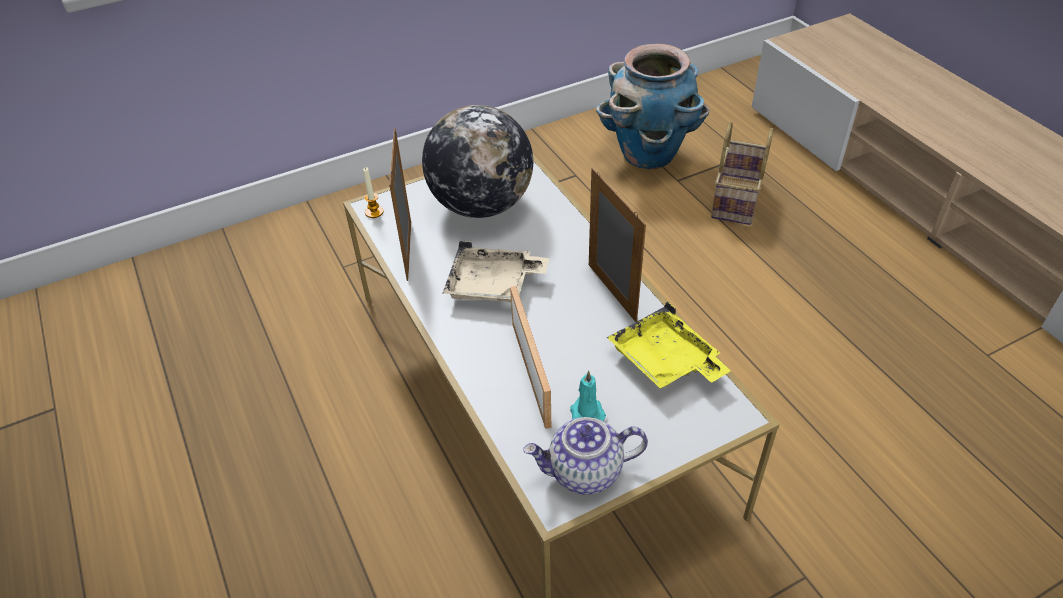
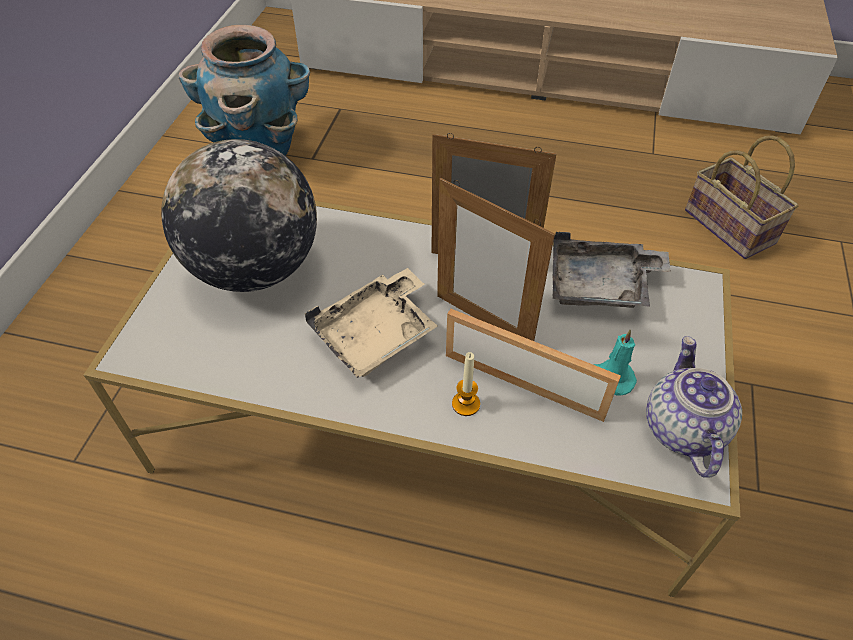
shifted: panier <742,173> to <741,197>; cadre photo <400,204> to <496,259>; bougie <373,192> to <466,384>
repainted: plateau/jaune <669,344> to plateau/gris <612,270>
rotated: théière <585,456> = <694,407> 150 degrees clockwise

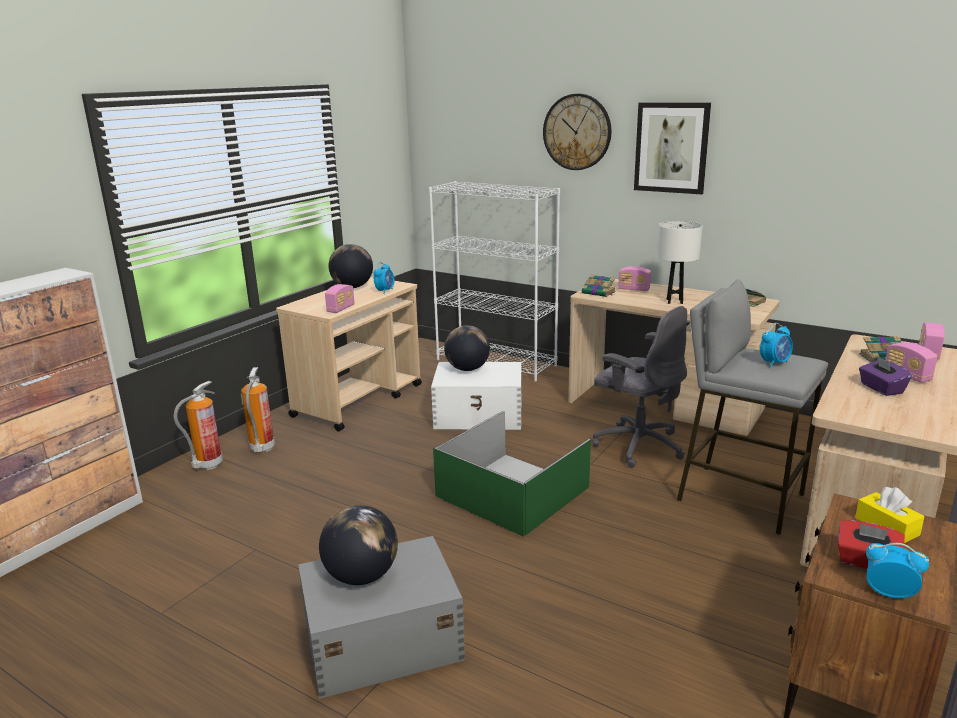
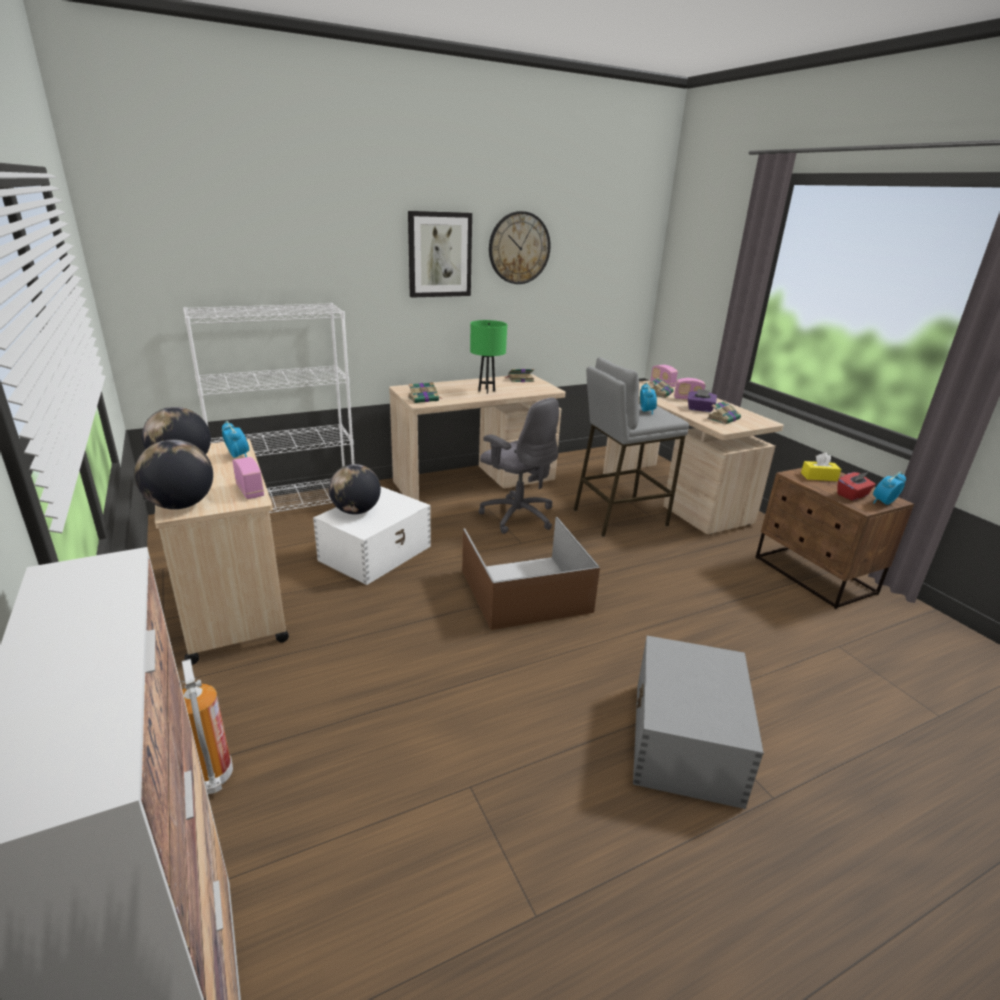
gone: radio <634,279>; extincteur <258,409>
new: livre <724,412>
shifted: horloge murale <577,132> to <520,247>; globe <358,545> to <173,474>
repainted: lampe de table/blanc <680,262> to lampe de table/vert <488,357>; boîte de rangement/vert <512,473> to boîte de rangement/marron <531,573>
rotated: chaise de bureau/gris <640,387> = <519,466> 60 degrees clockwise

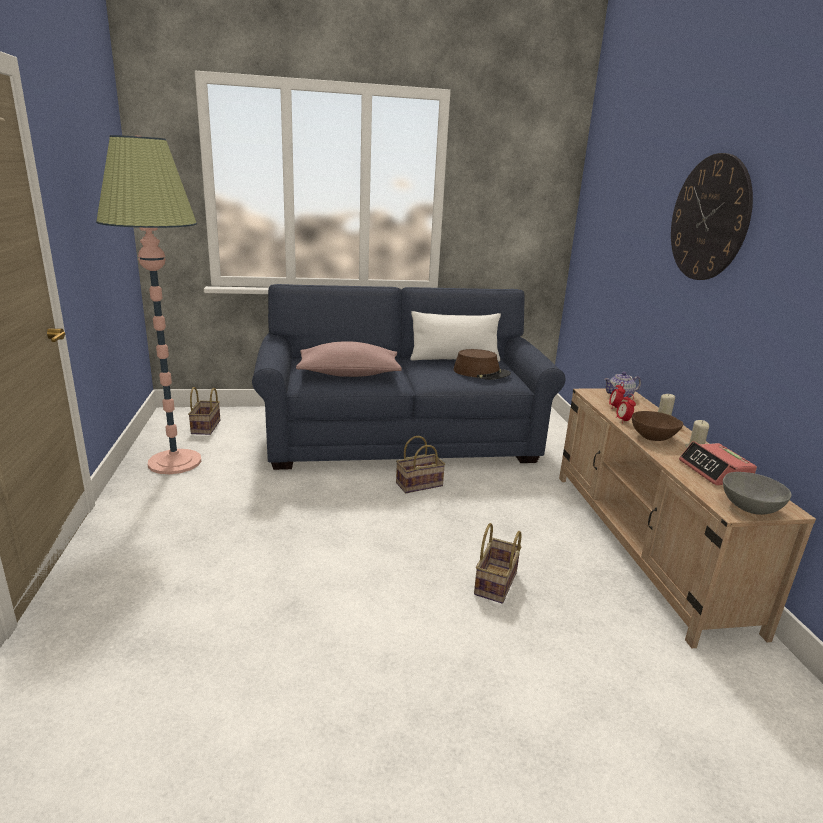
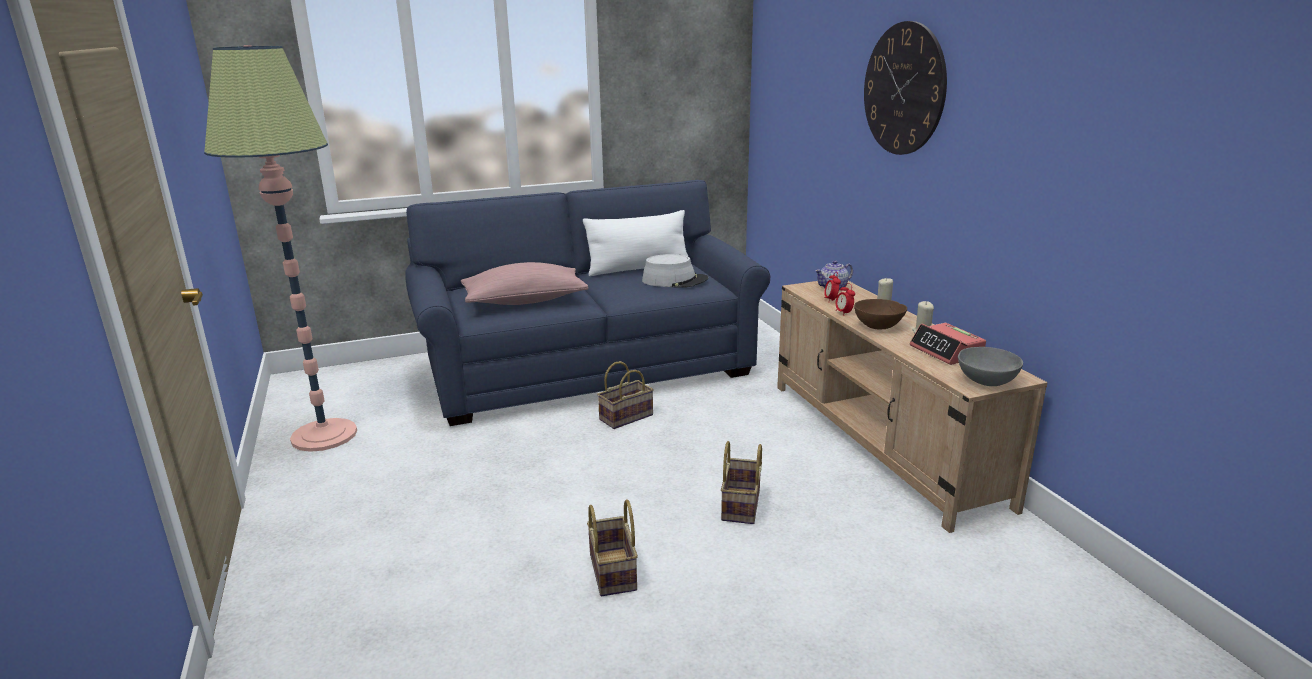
shifted: panier <204,411> to <612,548>
repainted: chapeau/marron <482,364> to chapeau/gris <675,271>

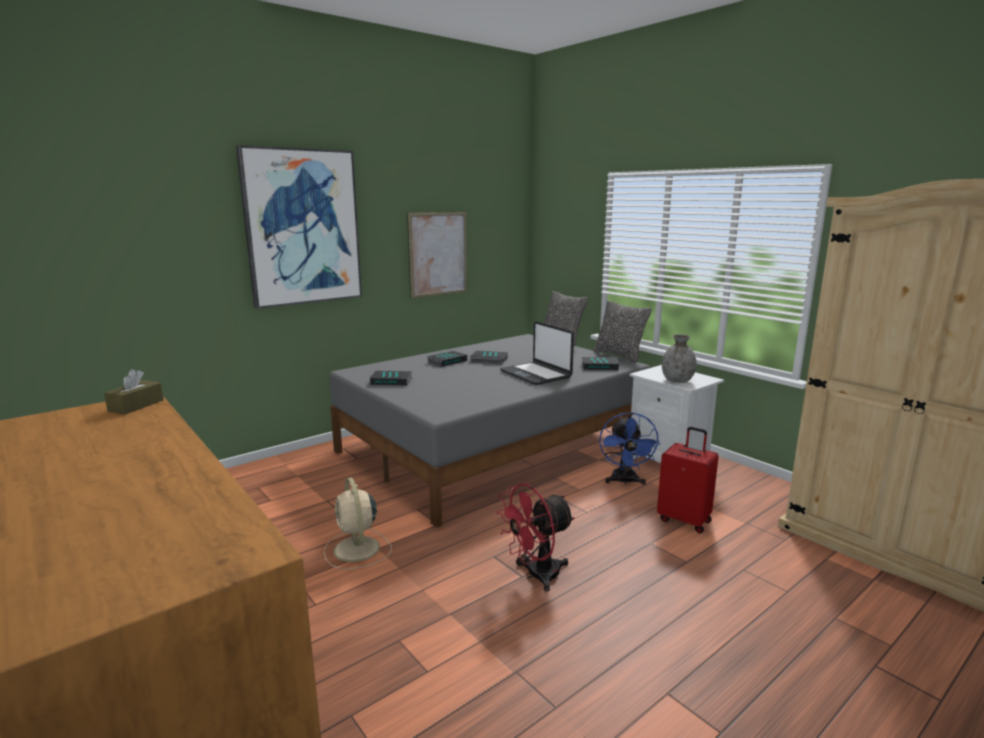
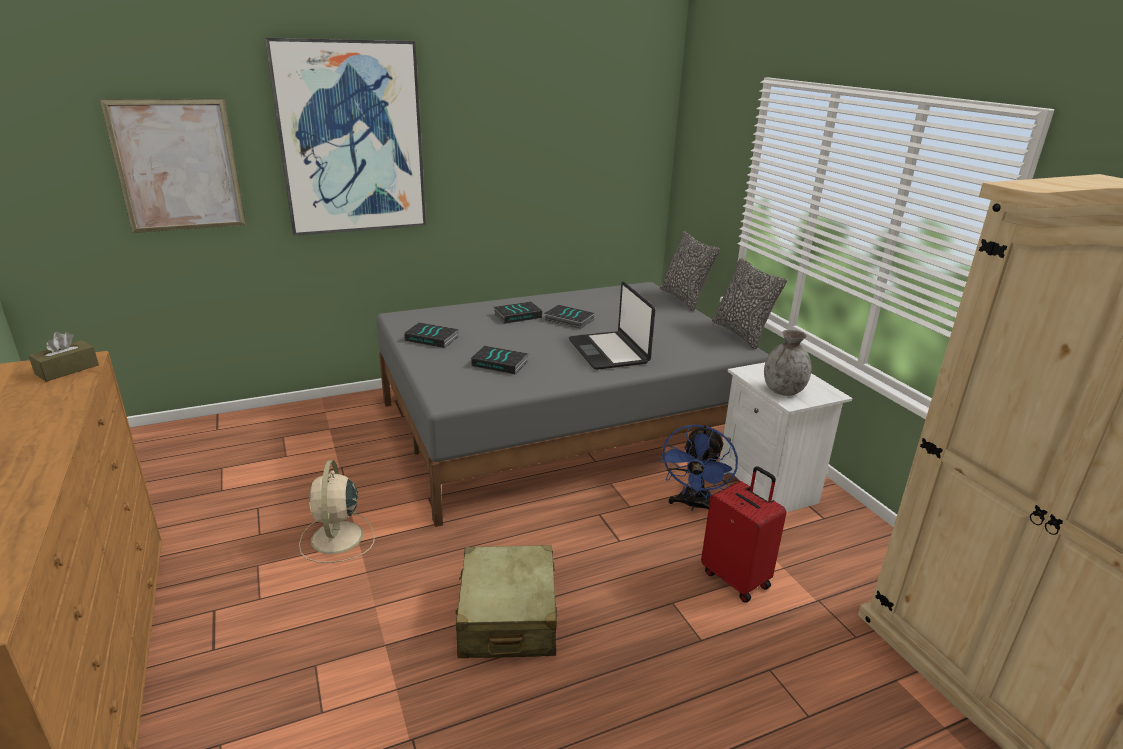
shifted: tableau <437,255> to <173,166>; livre <600,363> to <500,360>
swapped: ventilateur/rouge <535,537> to valise/beige <506,601>

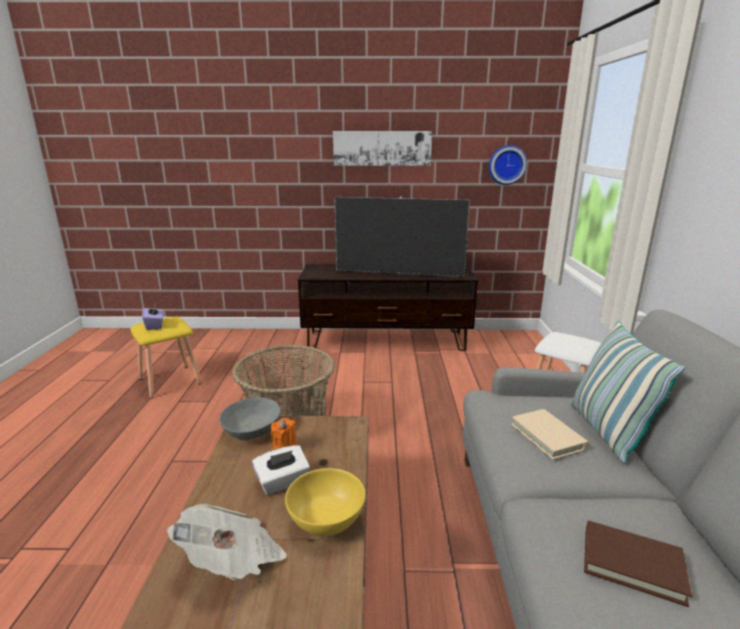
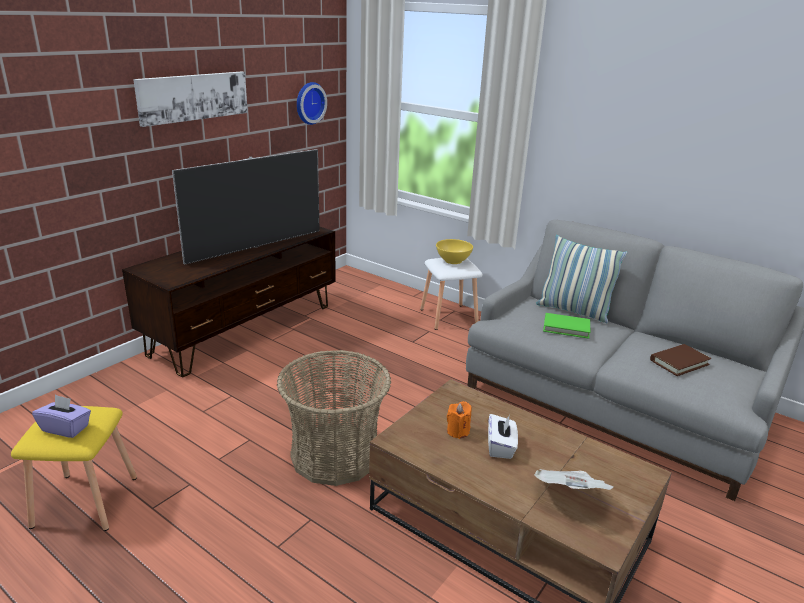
gone: bol/gris <249,418>
shifted: bol/jaune <325,502> to <454,251>
repainted: livre/beige <550,434> to livre/vert <566,326>

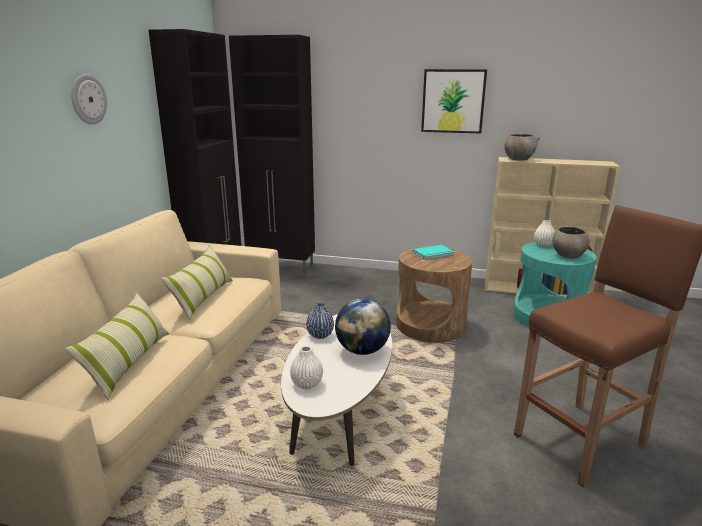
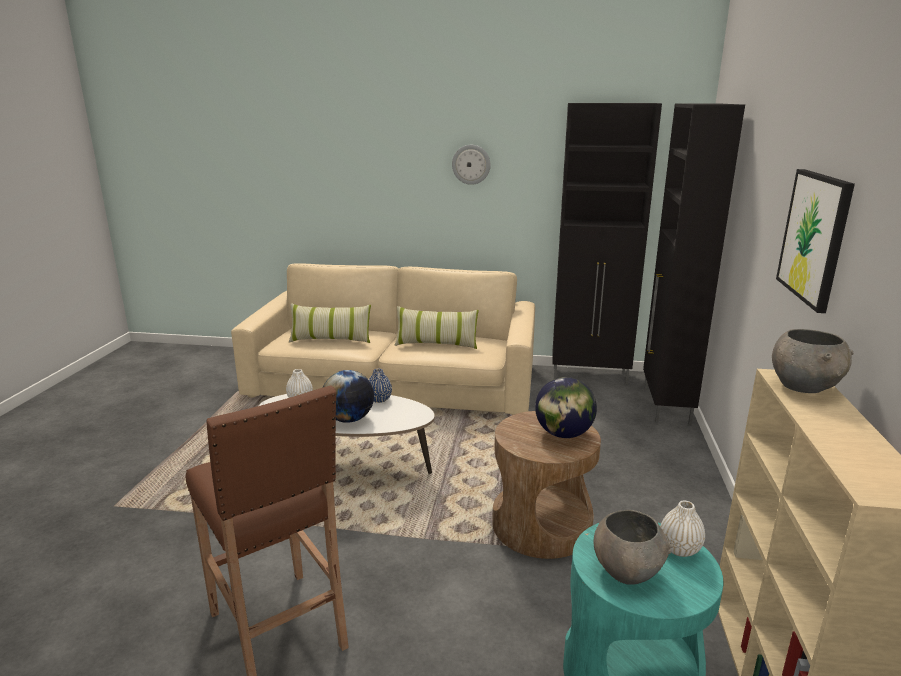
swapped: livre/turquoise <434,252> to globe <566,407>

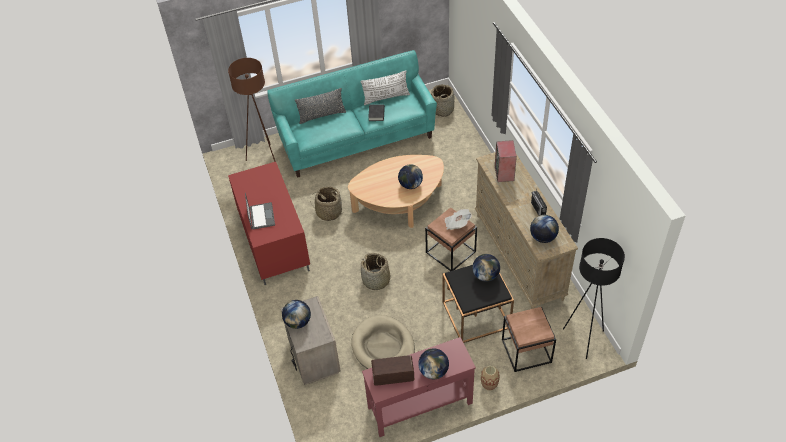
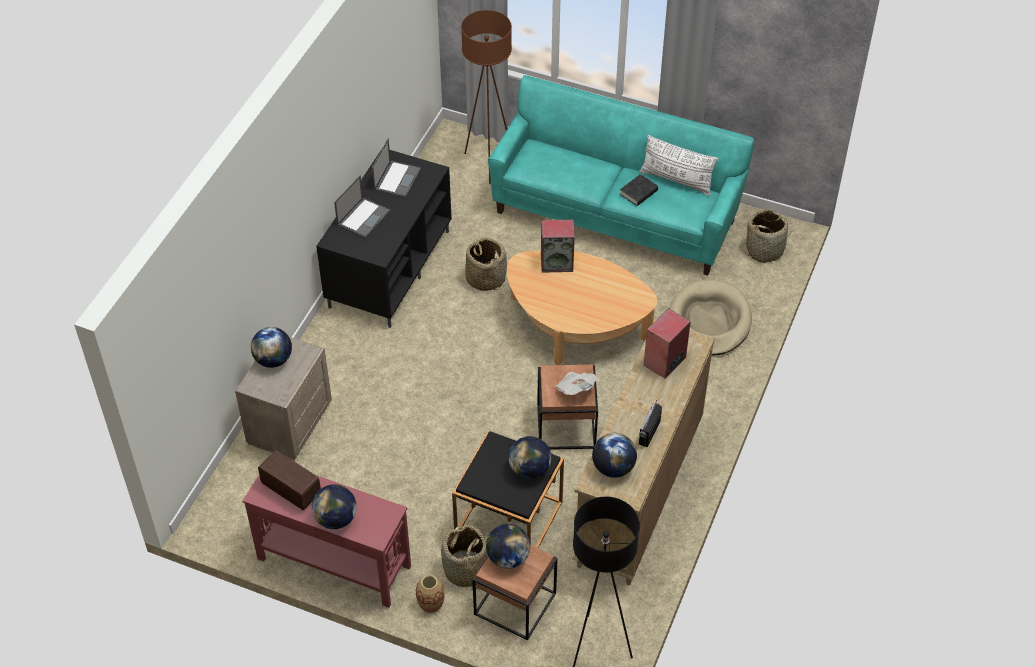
gone: coussin/gris <320,106>
new: ordinateur portable <396,168>; enceinte <558,246>
shifted: globe <410,176> to <508,546>; panier <375,271> to <464,558>; panier pour chien/beige <383,342> to <710,318>
repainted: meuble télé/rouge <269,223> to meuble télé/noir <384,238>

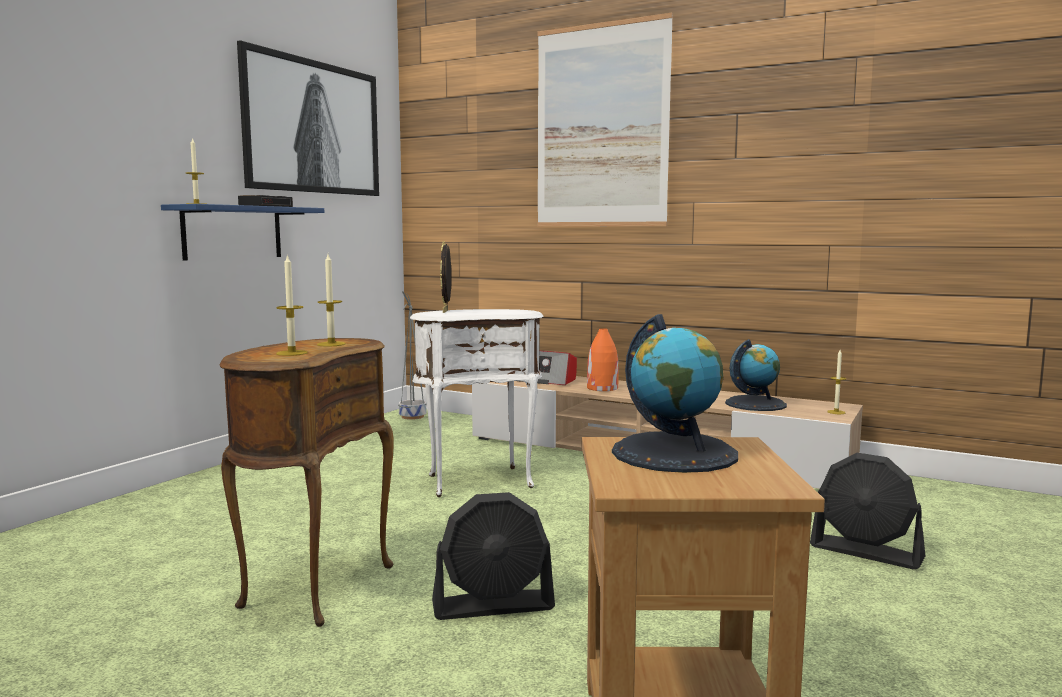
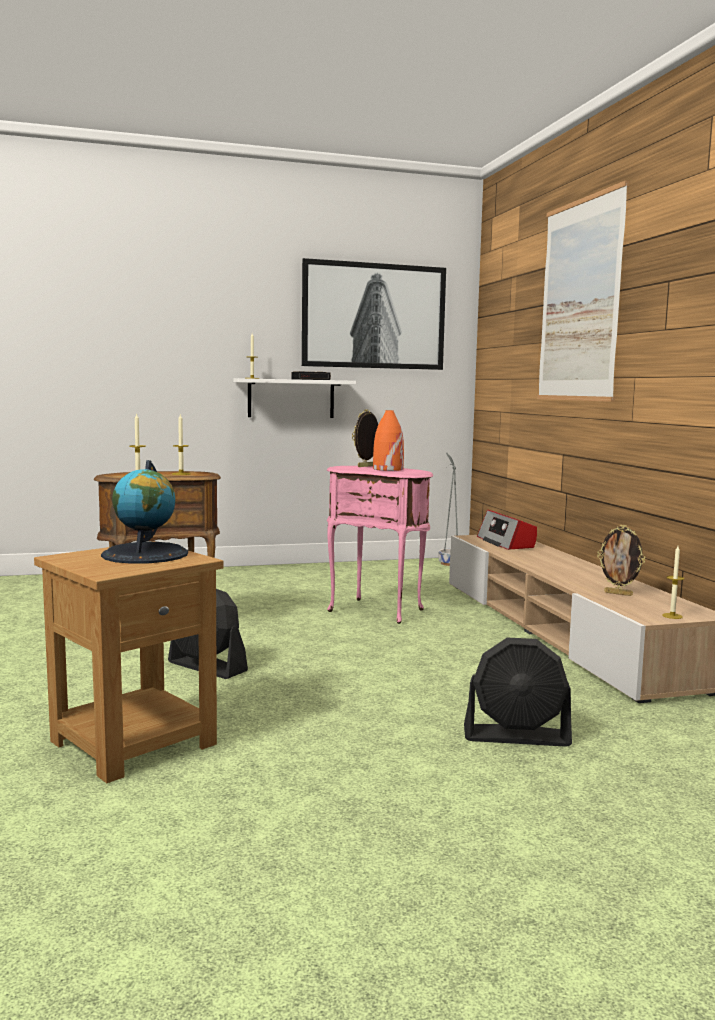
shifted: vase/orange <603,359> to <388,440>
swapped: globe <756,375> to cadre photo <621,560>
repainted: étagère/bleu <242,232> to étagère/blanc <294,398>; table d'appoint/blanc <477,403> to table d'appoint/rose <380,545>
rotated: ventilateur/noir <867,511> = <518,692> 75 degrees counterclockwise

